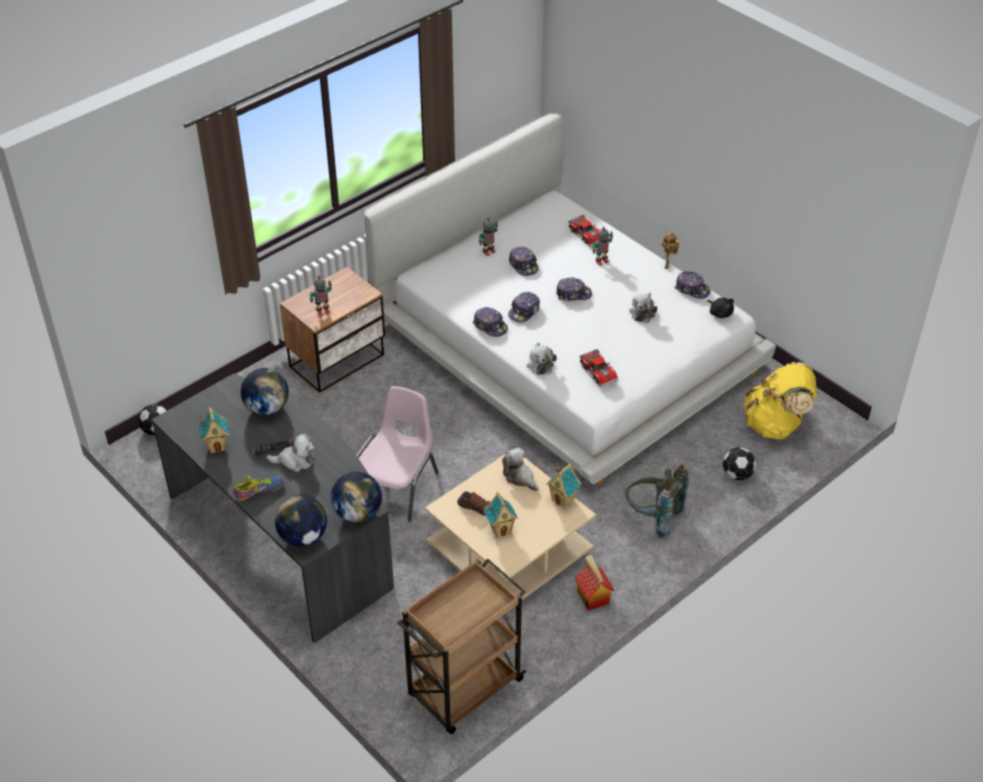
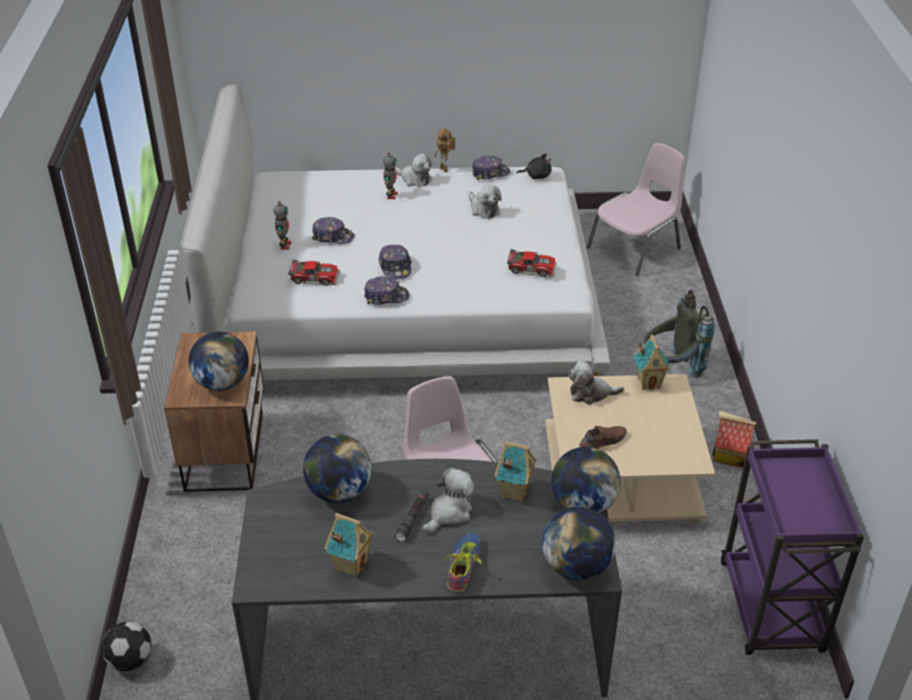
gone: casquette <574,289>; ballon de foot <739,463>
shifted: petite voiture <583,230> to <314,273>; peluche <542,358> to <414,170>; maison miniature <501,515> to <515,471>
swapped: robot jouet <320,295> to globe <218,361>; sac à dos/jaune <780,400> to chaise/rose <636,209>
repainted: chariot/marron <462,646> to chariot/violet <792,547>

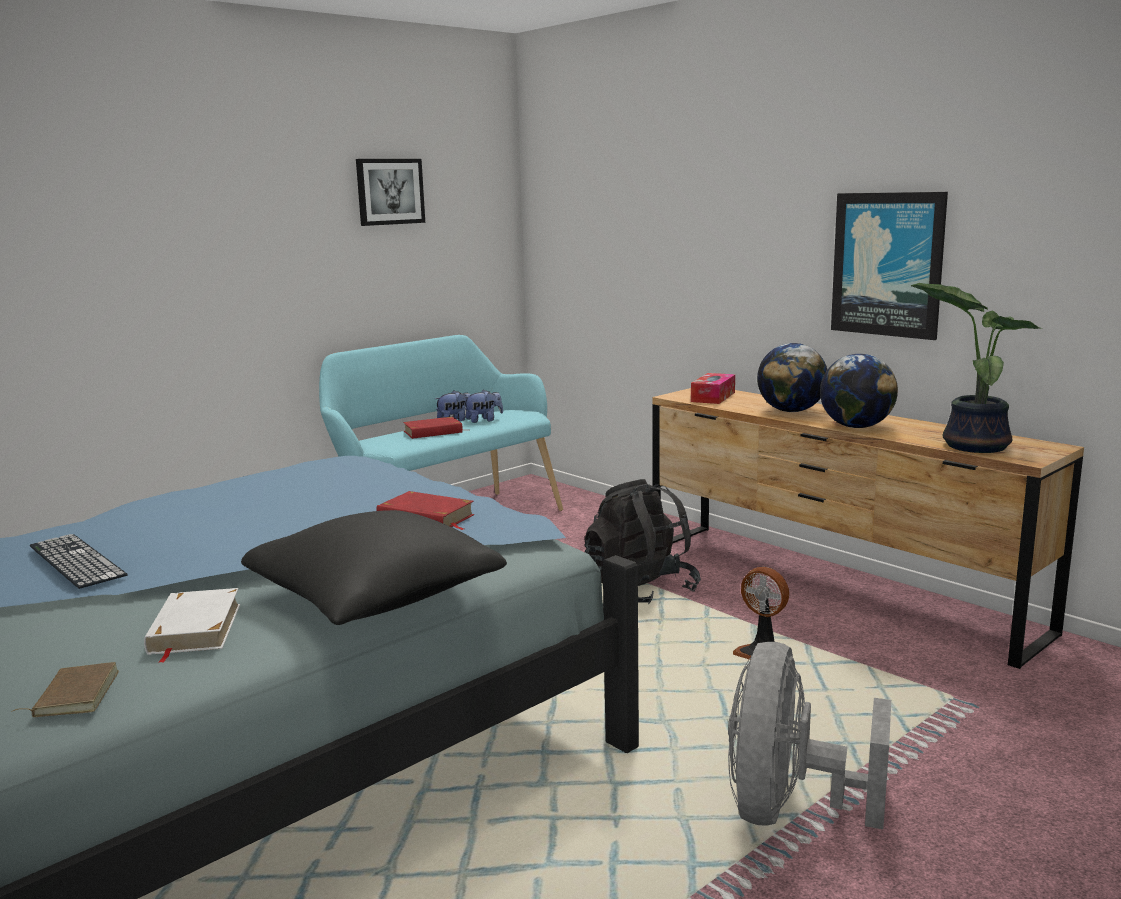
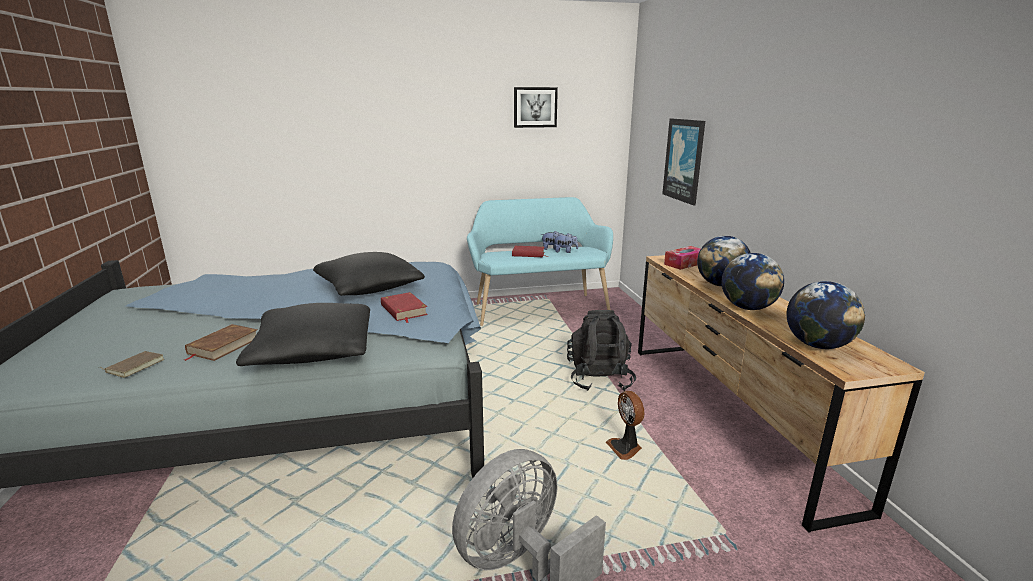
gone: clavier <79,561>
new: coussin/noir <369,274>
shifted: tableau <889,266> to <683,161>
swapped: plante en pot <976,368> to globe <826,315>
repainted: livre/blanc <192,625> to livre/marron <221,342>

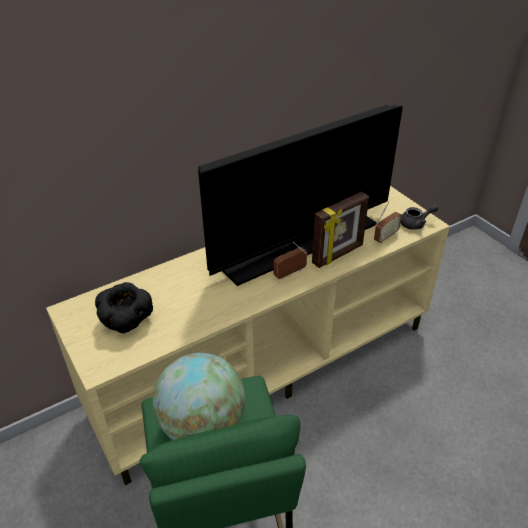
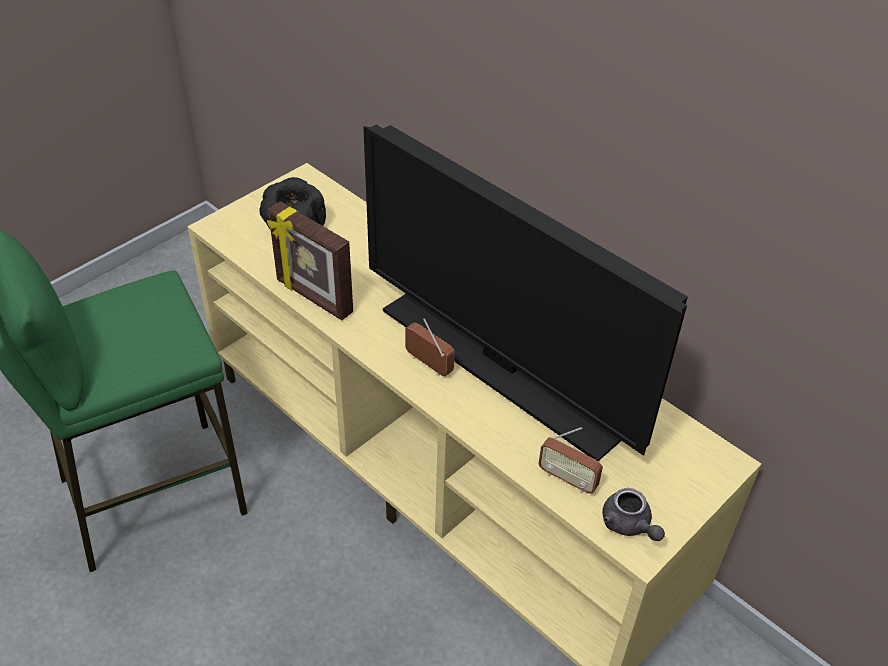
gone: globe <199,396>
shifted: cadre photo <340,230> to <310,261>

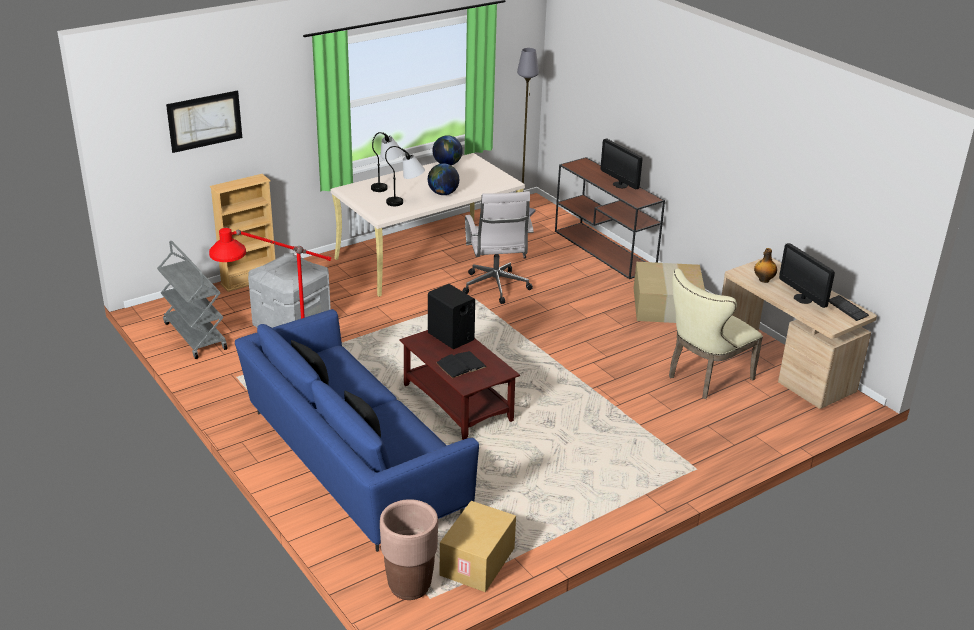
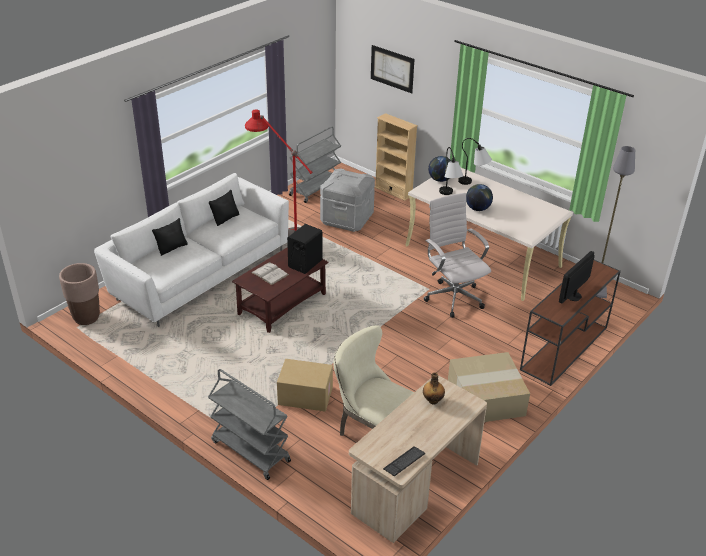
gone: écran d'ordinateur <807,275>
new: chariot/gris <249,424>
shifted: globe <447,150> to <439,169>; carton <478,546> to <305,385>
repainted: canapé/bleu <357,430> to canapé/blanc <191,250>; livre/noir <461,364> to livre/blanc <269,273>
rotated: chaise de bureau/blanc <498,247> = <457,255> 90 degrees clockwise

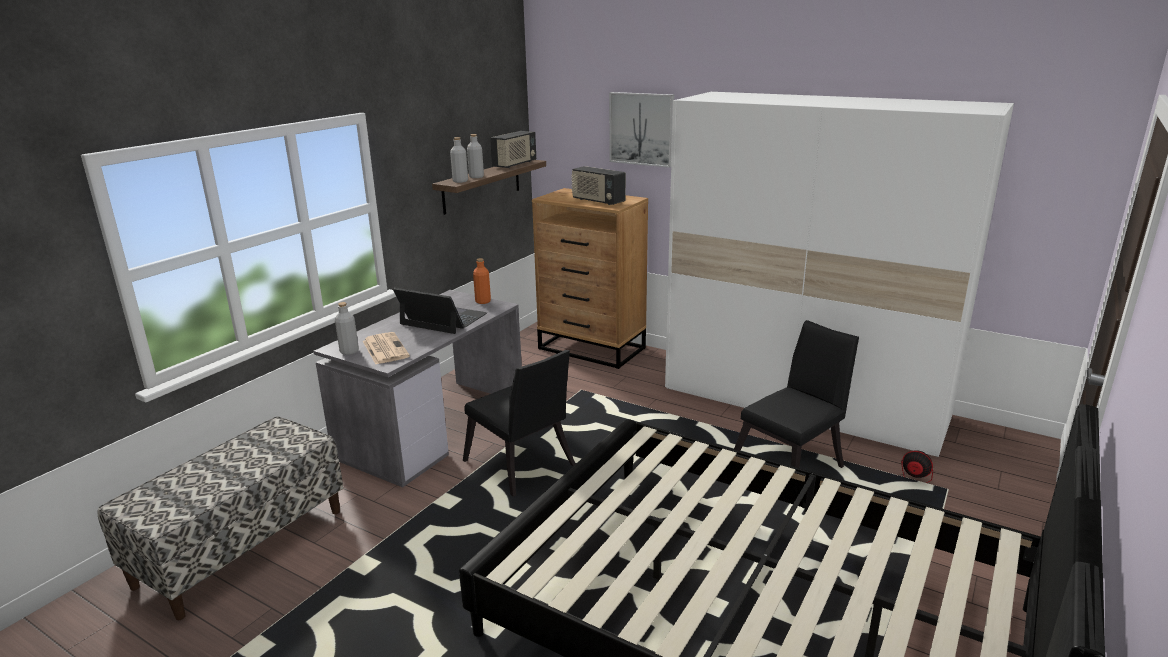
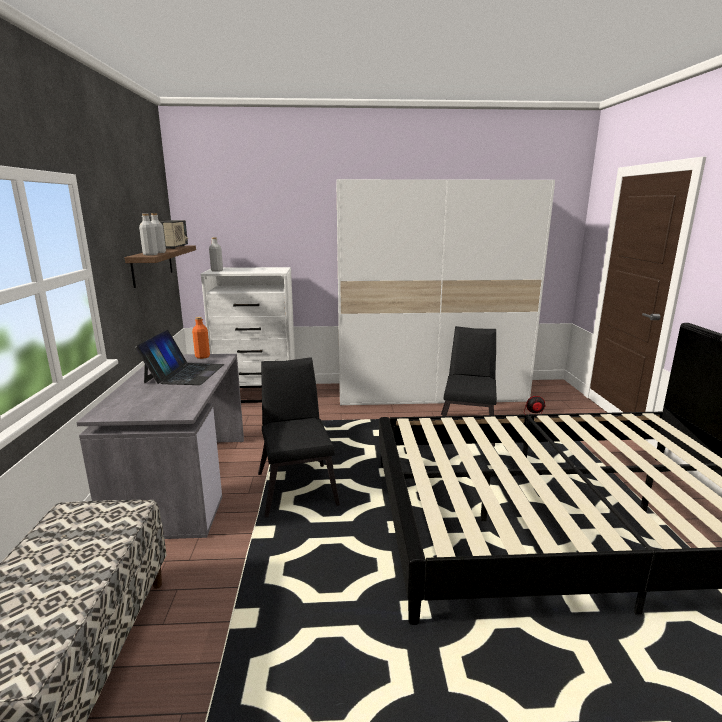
gone: tableau <641,130>; radio <598,185>; journal <386,348>
shifted: bouteille/gris <347,328> to <216,254>
repainted: commode/marron <590,278> to commode/blanc <248,335>
rotated: ordinateur portable <440,311> = <179,357> 105 degrees clockwise; chaise/noir <519,423> = <299,437> 120 degrees counterclockwise

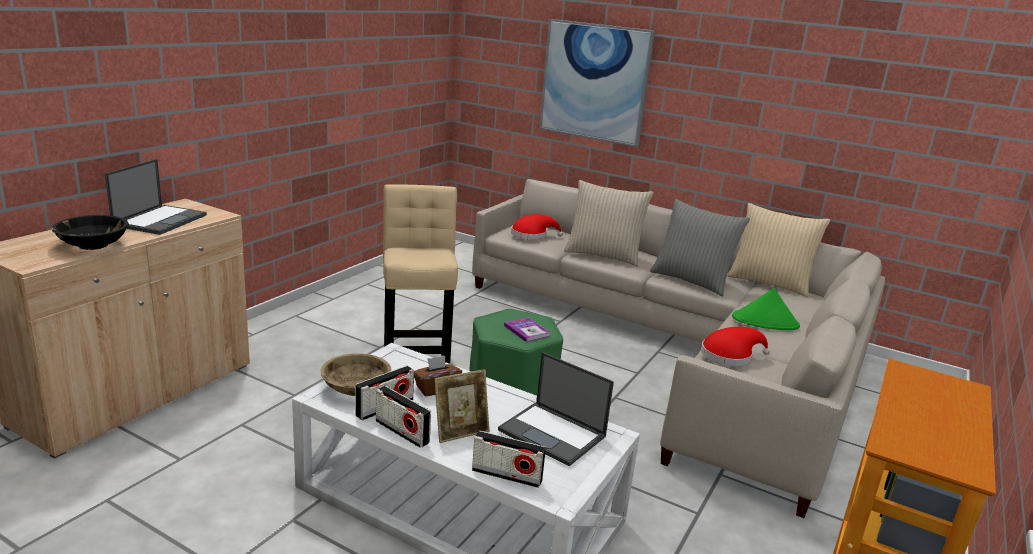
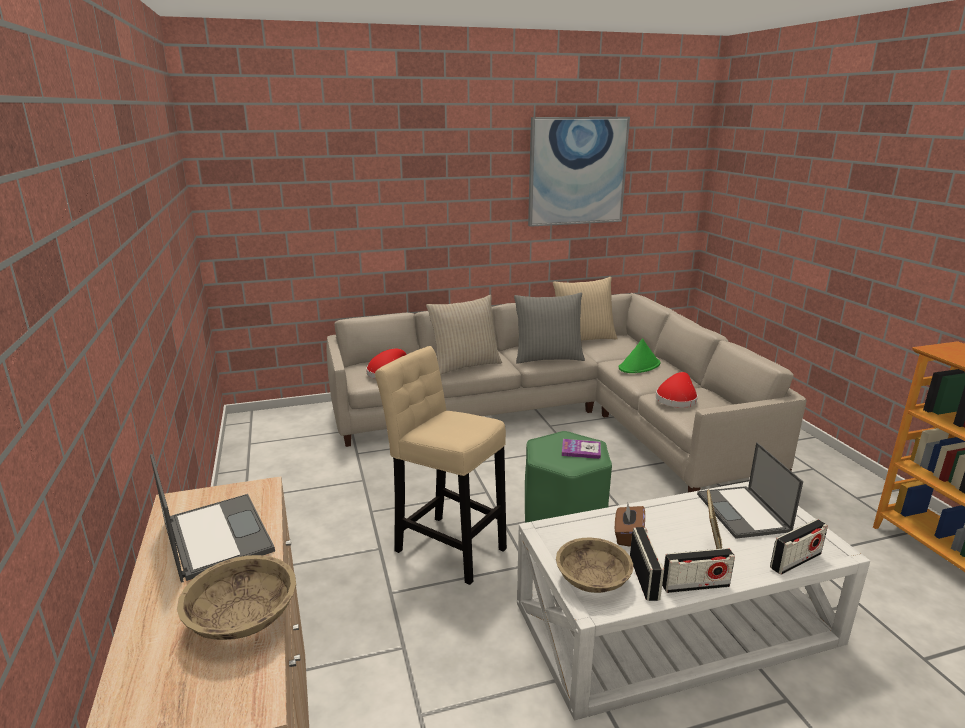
shifted: tableau <597,83> to <579,172>
repainted: bol/noir <90,232> to bol/beige <236,597>
rotated: ordinateur portable <556,409> = <750,490> 90 degrees clockwise

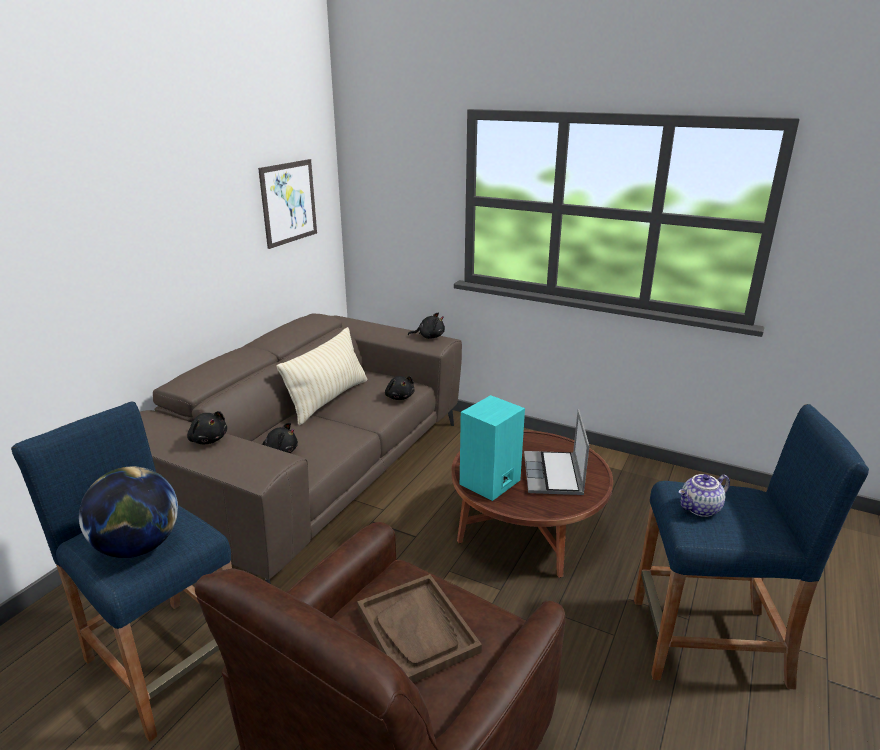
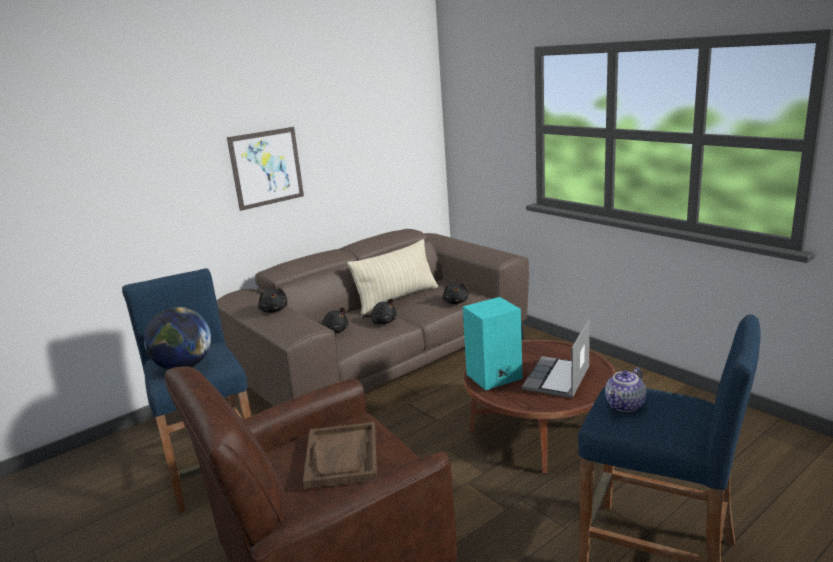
shifted: tableau <287,204> to <265,169>; peluche/noir <426,325> to <380,311>
rotated: théière <704,495> = <625,389> 45 degrees counterclockwise

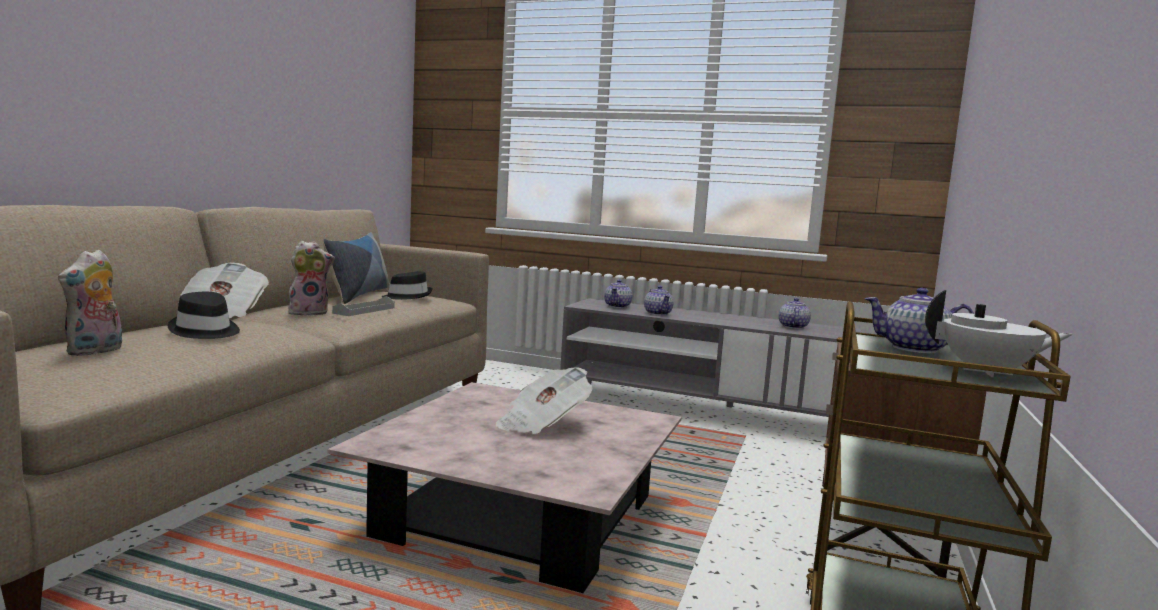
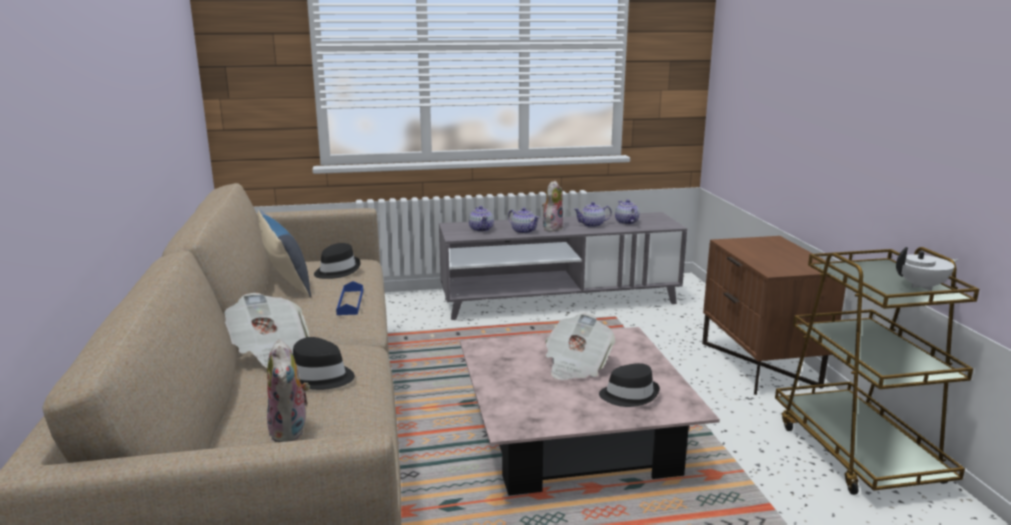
new: chapeau/noir <629,385>
shifted: peluche <311,278> to <552,206>; théière <919,320> to <593,215>
repainted: plateau/gris <363,306> to plateau/bleu <349,298>

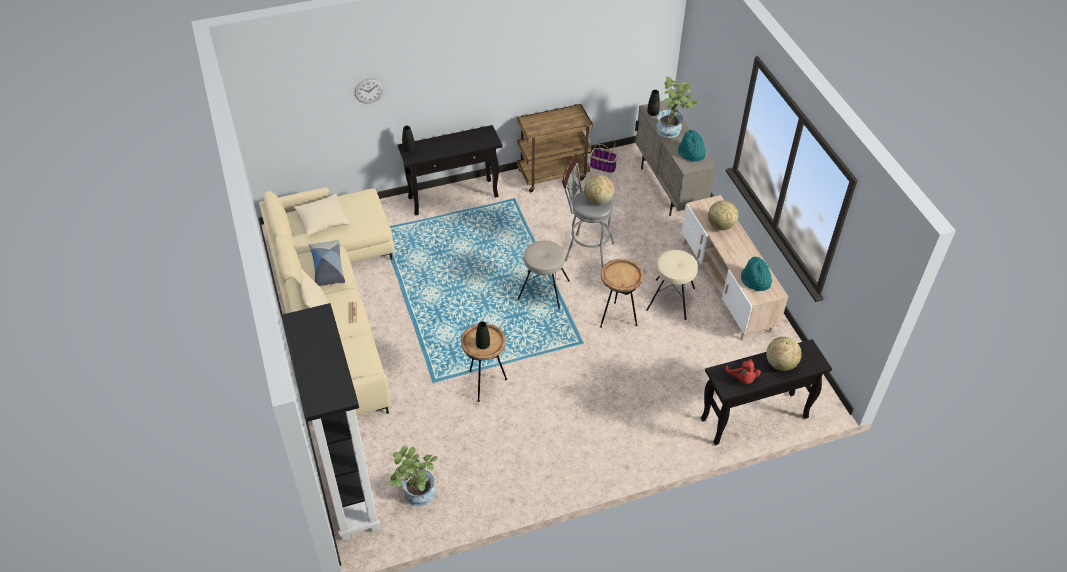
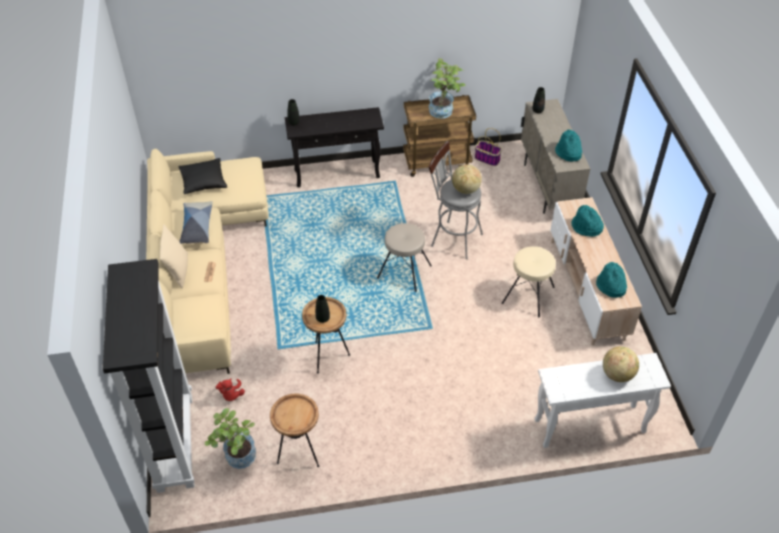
gone: horloge murale <368,91>
shifted: plante en pot <677,107> to <447,88>; table d'appoint/marron <621,293> to <294,430>; peluche/rouge <743,371> to <230,389>
swapped: globe <723,215> to chapeau/turquoise <587,221>
repainted: coussin/beige <322,214> to coussin/noir <202,176>; table console/noir <766,392> to table console/blanc <602,400>

